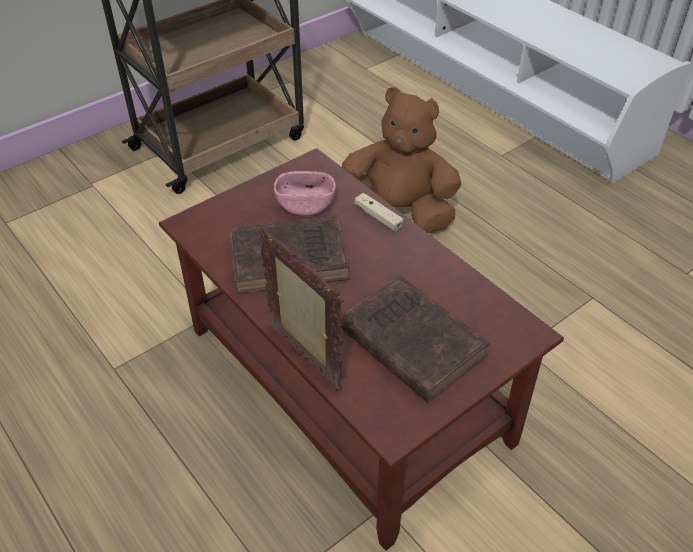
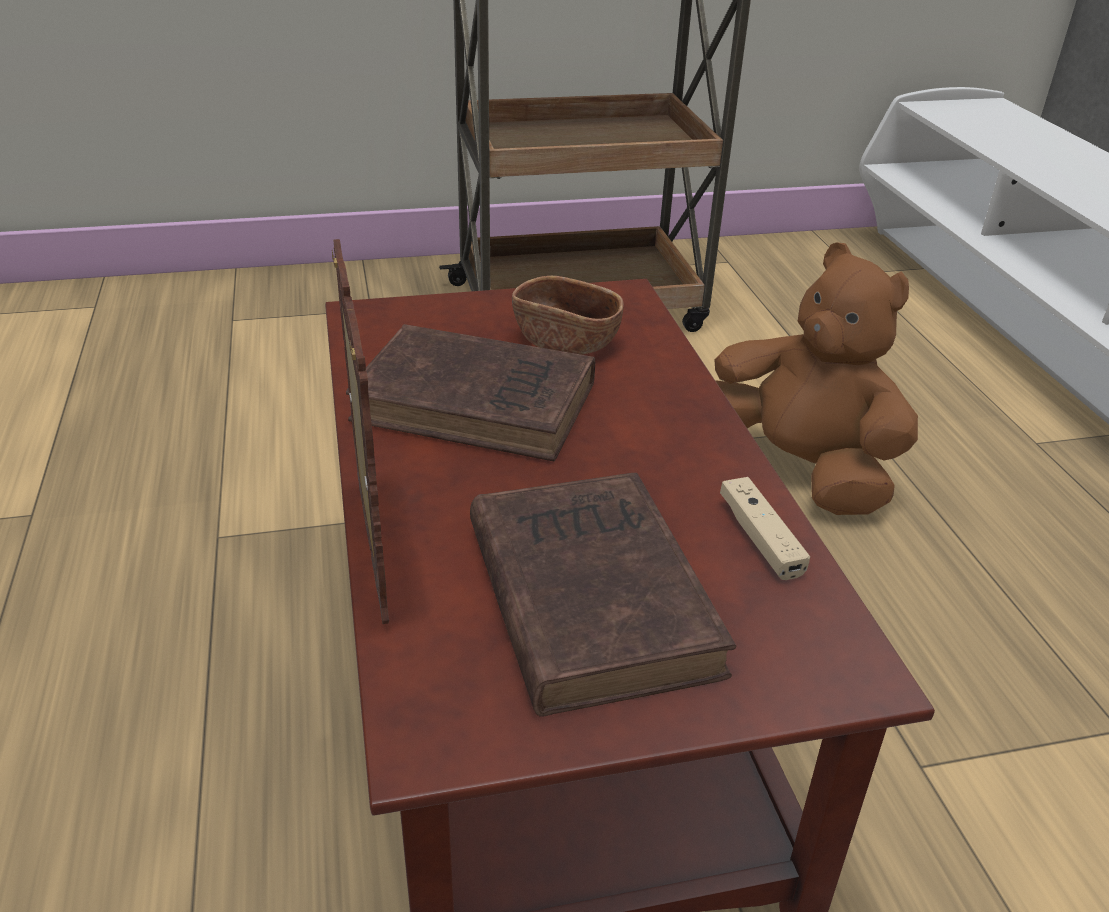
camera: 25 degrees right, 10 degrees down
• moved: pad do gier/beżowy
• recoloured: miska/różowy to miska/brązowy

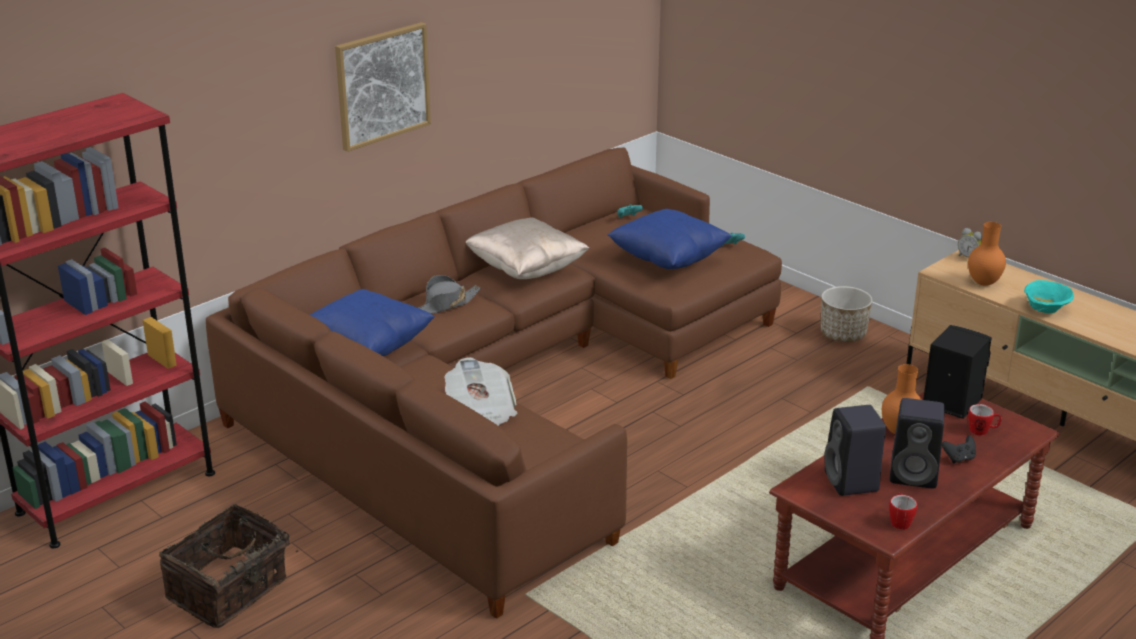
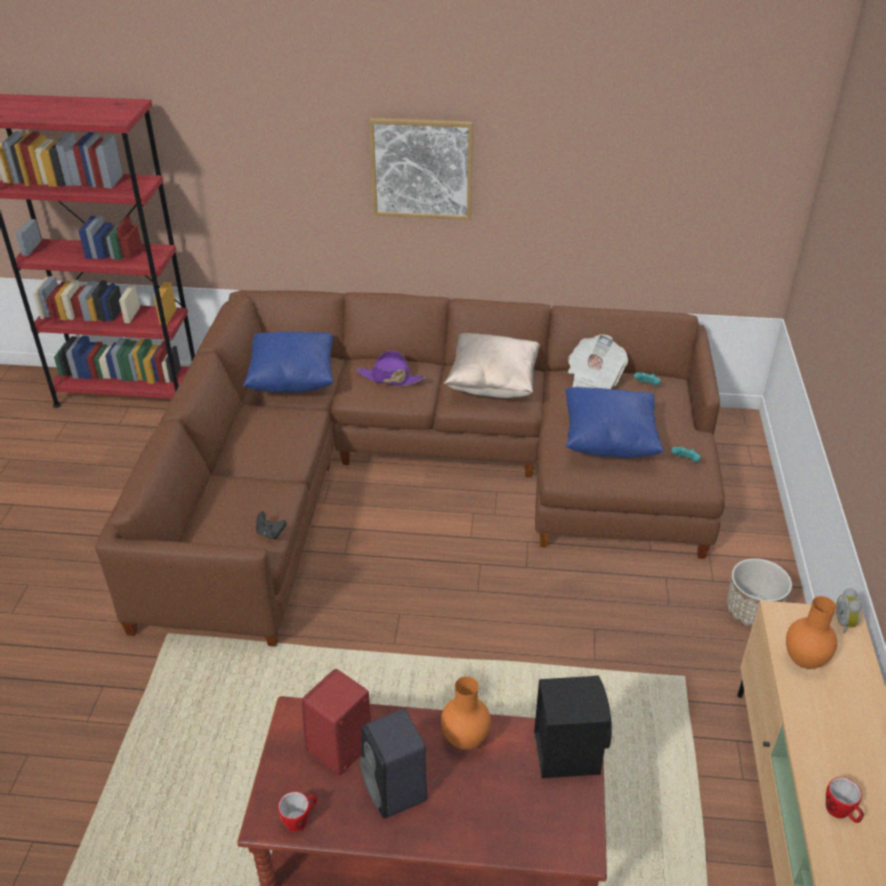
camera: 50 degrees right, 10 degrees up
• removed: koszyk
• removed: miska/turkusowy
• moved: gazeta
• moved: pad do gier/czarny
• moved: kubek (2nd from left)
• recoloured: kapelusz/szary to kapelusz/fioletowy
• recoloured: głośnik/czarny (1st from left) to głośnik/czerwony

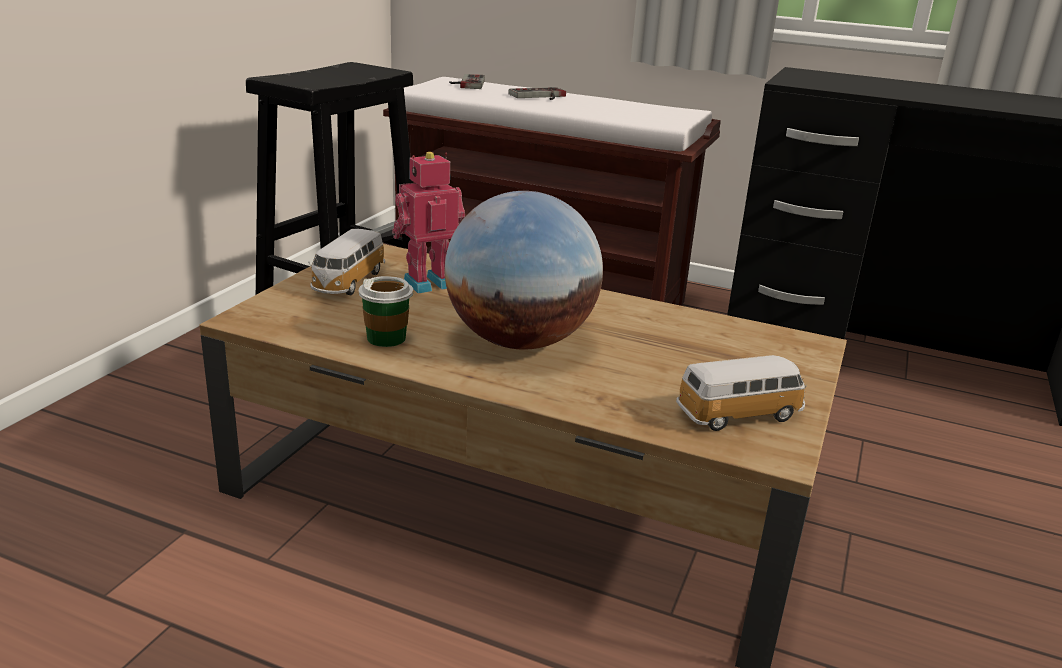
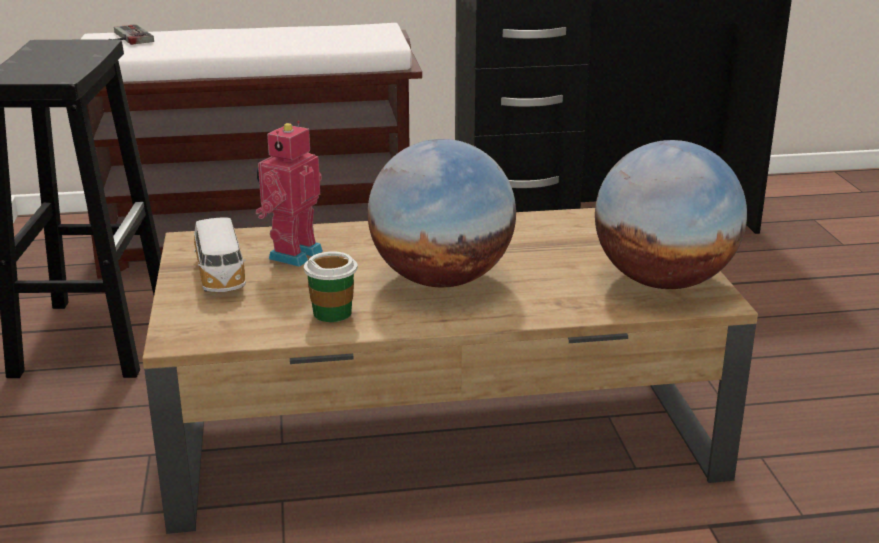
camera: 30 degrees left, 0 degrees up
• removed: pad do gier (2nd from left)
• replaced: samochodzik (2nd from left) to globus (2nd from left)

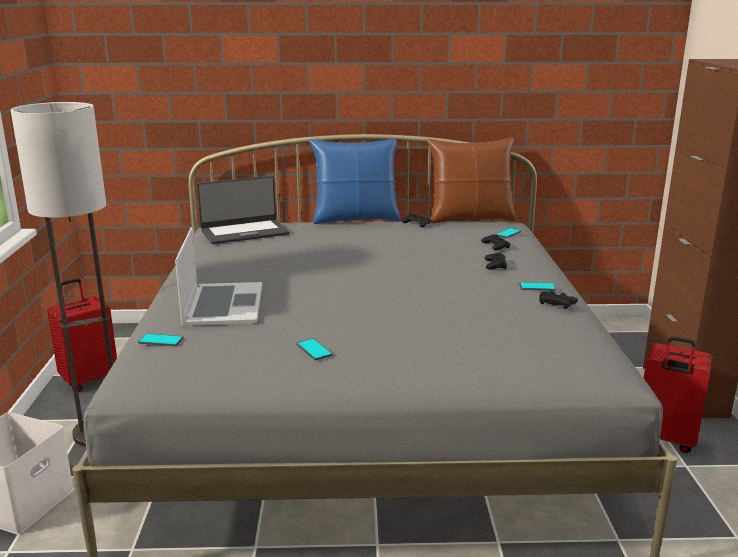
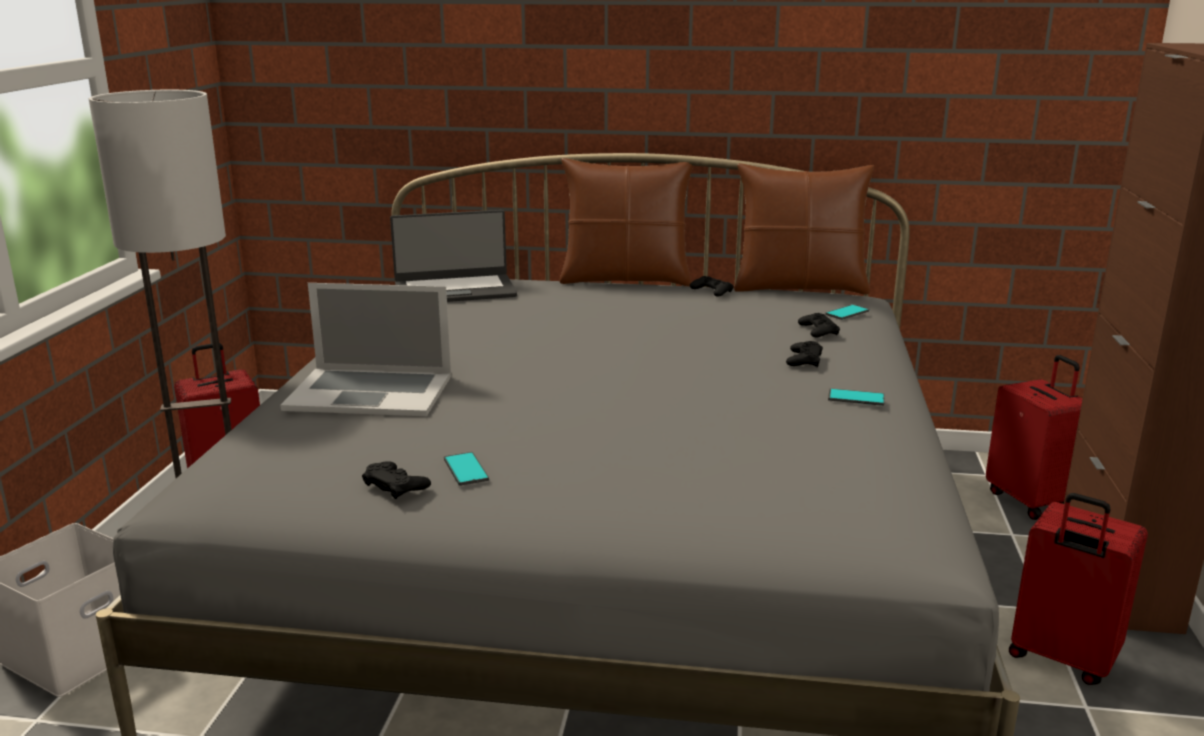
camera: 10 degrees right, 0 degrees up
• removed: telefon (1st from left)
• added: walizka/czerwony (2nd from left)
• moved: pad do gier/czarny (4th from left in the first image) to pad do gier/czarny (1st from left)
• recoloured: poduszka/niebieski to poduszka/brązowy (1st from left)
• turned: laptop (1st from left) 90 degrees clockwise

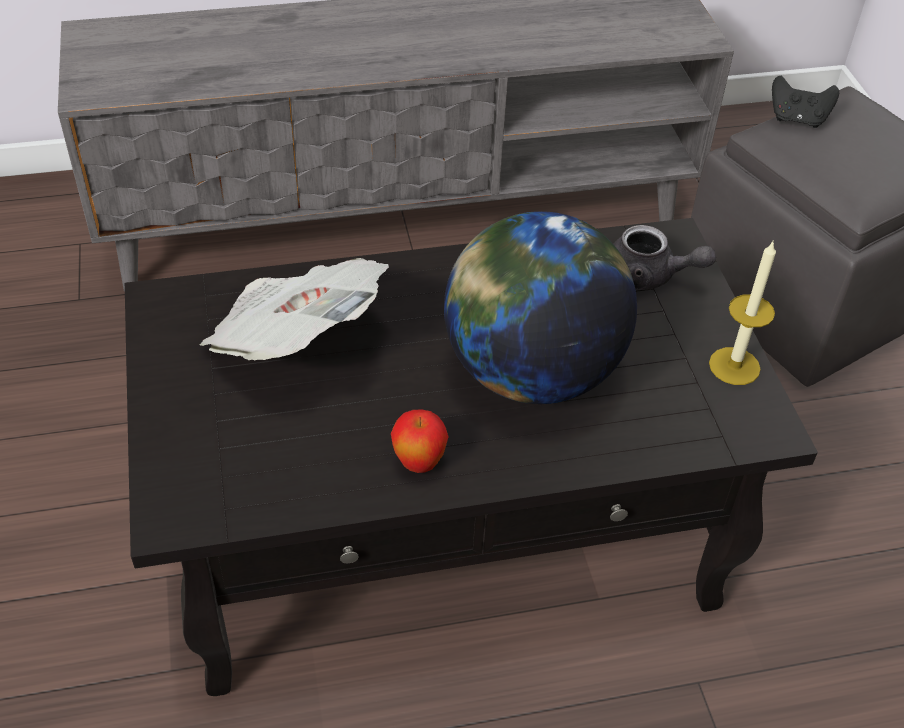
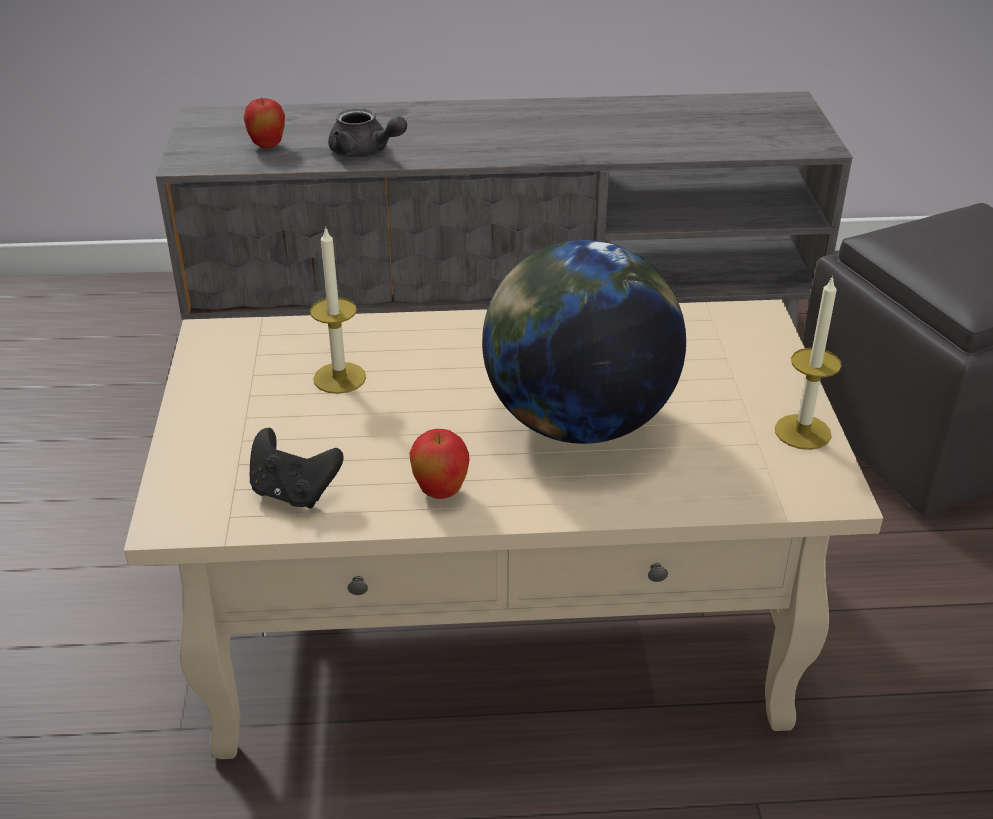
camera: 10 degrees right, 10 degrees down
• added: jabłko (1st from left)
• moved: imbryk/szary
• moved: pad do gier/czarny
• replaced: gazeta to świeca (1st from left)
• recoloured: ława/czarny to ława/beżowy

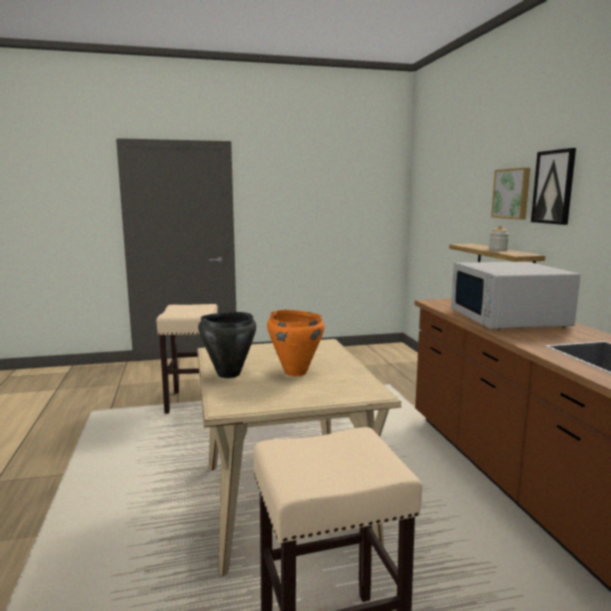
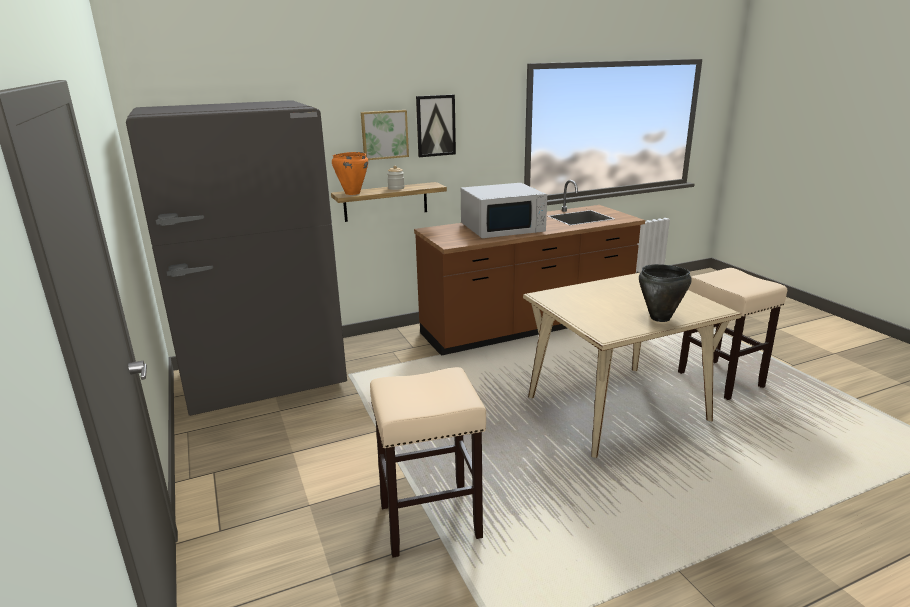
camera: 100 degrees left, 10 degrees up
• added: lodówka/szary
• moved: garnek/pomarańczowy

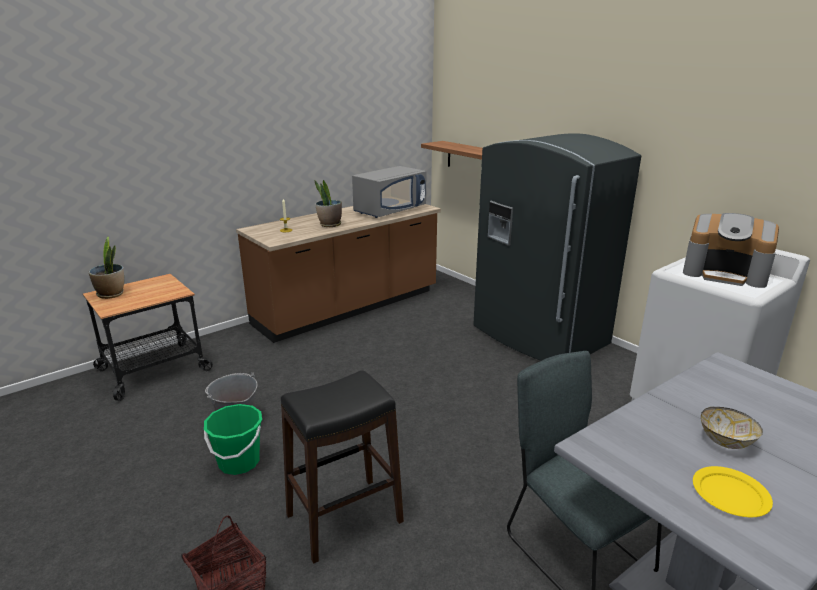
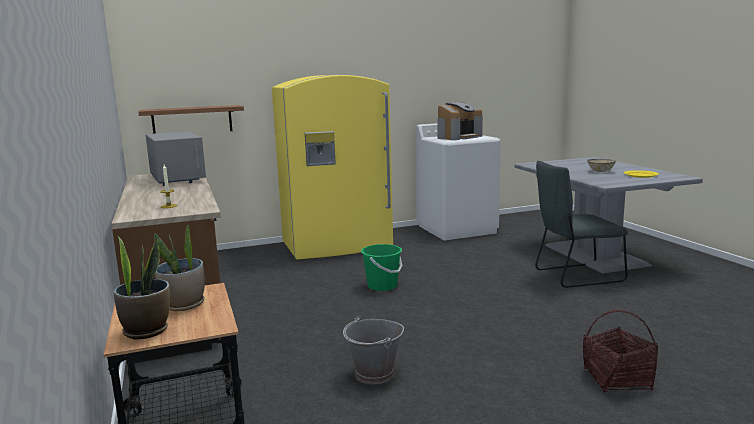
camera: 70 degrees left, 10 degrees down
• removed: stołek/czarny
• moved: wiadro/zielony
• moved: roślina doniczkowa (2nd from left)
• recoloured: lodówka/szary to lodówka/żółty

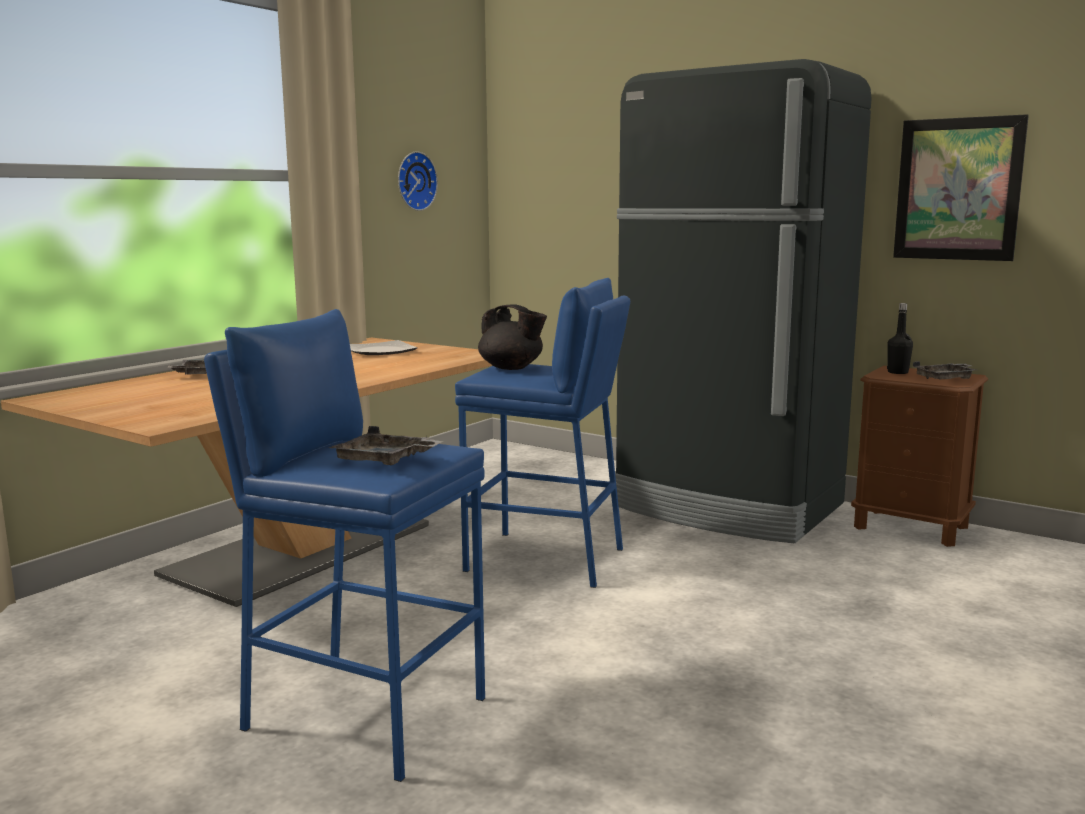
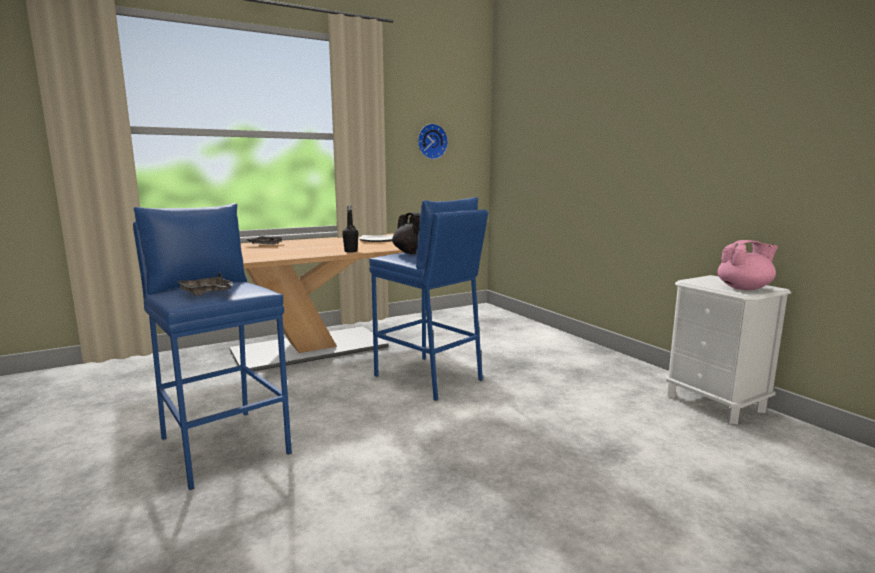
camera: 25 degrees right, 0 degrees up
• removed: lodówka/czarny
• removed: obraz
• moved: butelka/czarny
• replaced: taca/szary (3rd from left) to imbryk/różowy
• recoloured: szafka nocna/brązowy to szafka nocna/biały

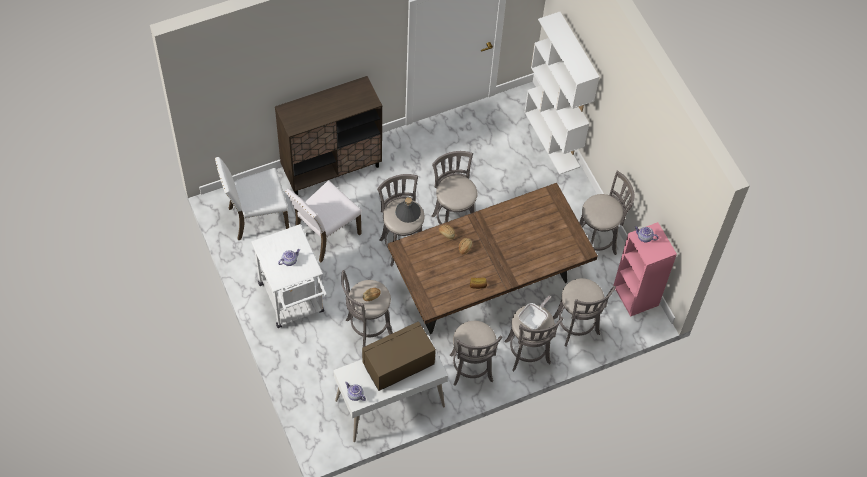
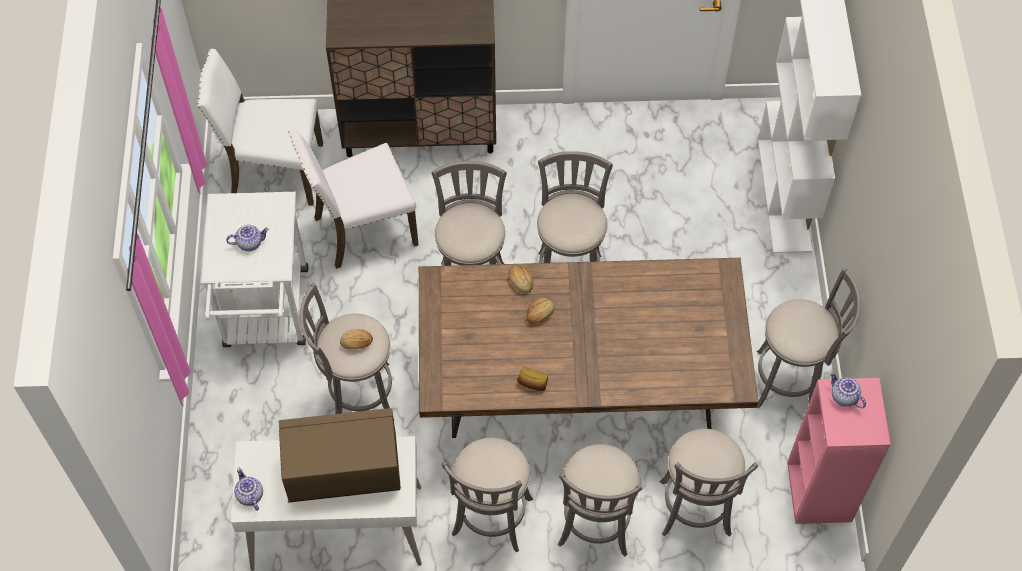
camera: 25 degrees right, 0 degrees up
• removed: butelka/szary
• removed: patelnia

